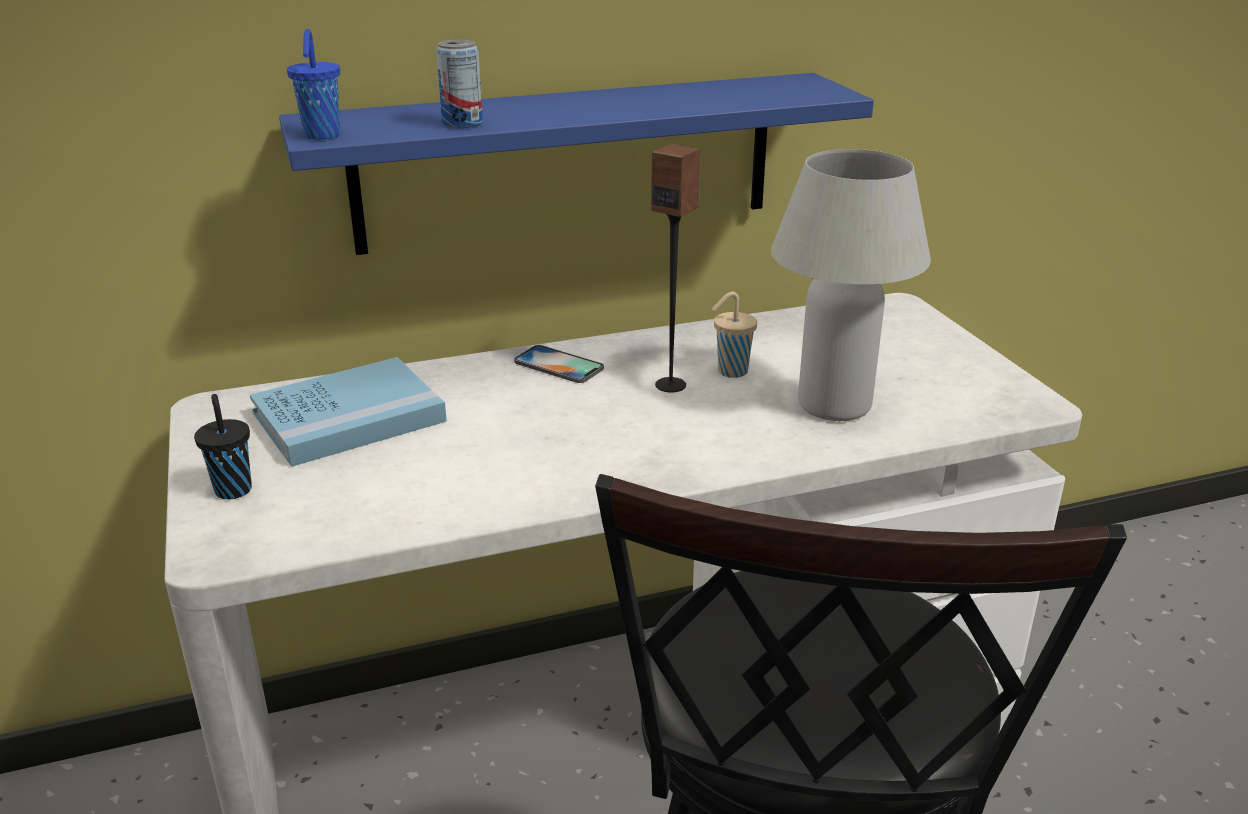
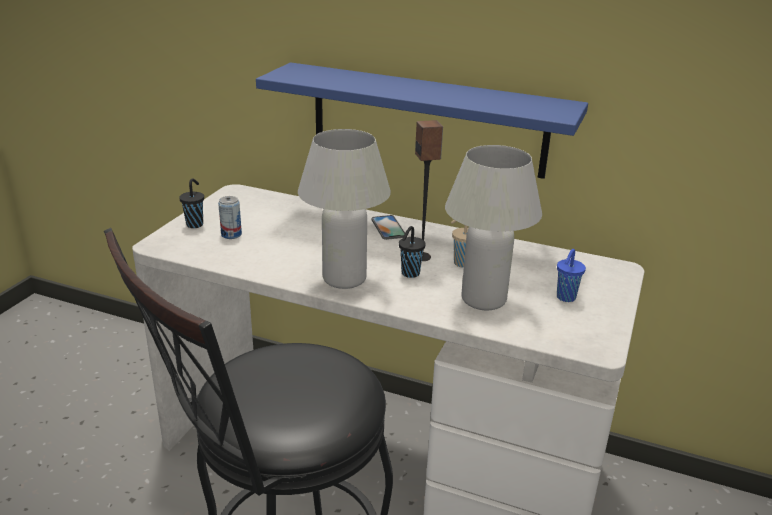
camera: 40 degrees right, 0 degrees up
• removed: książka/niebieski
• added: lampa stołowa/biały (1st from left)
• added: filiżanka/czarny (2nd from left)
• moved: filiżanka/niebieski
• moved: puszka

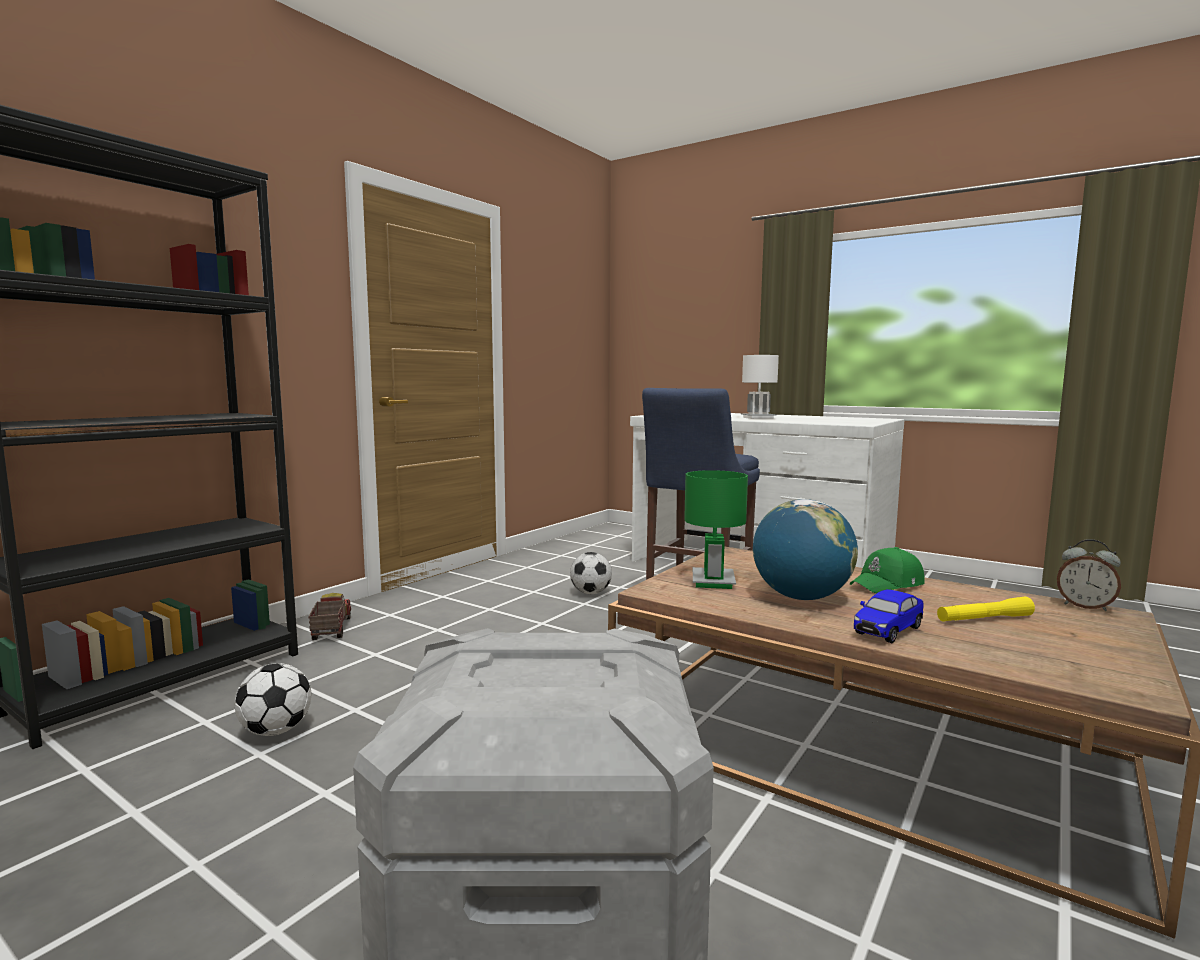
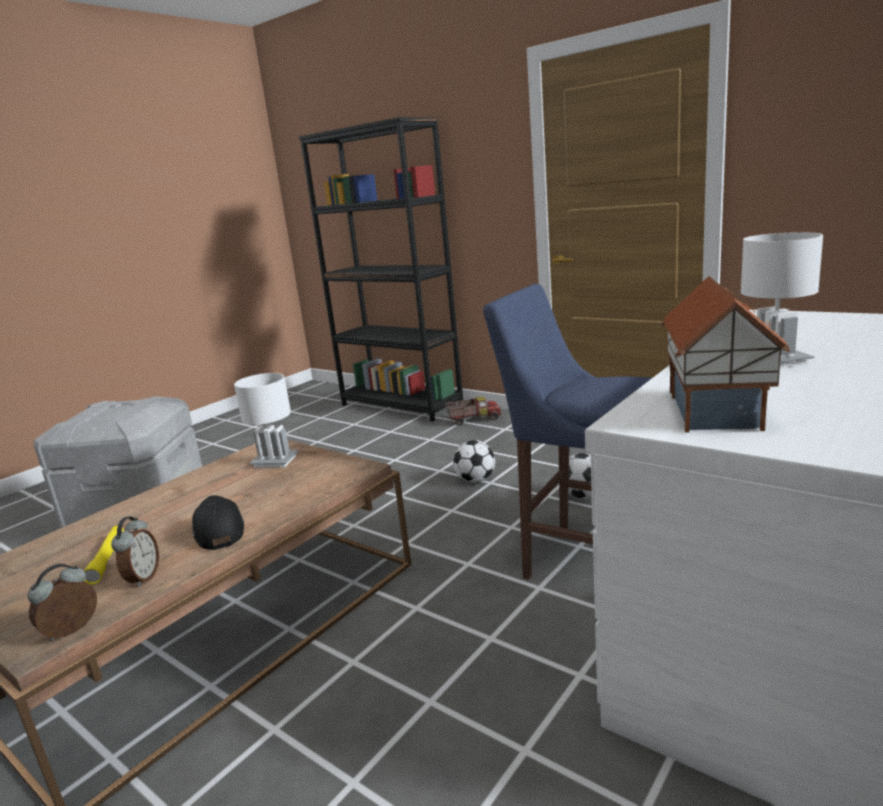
camera: 95 degrees right, 10 degrees up
• removed: globus
• removed: samochodzik
• added: budzik (2nd from left)
• added: domek
• moved: piłka futbolowa (1st from left)
• recoloured: lampa stołowa/zielony to lampa stołowa/biały (1st from left)
• recoloured: czapka z daszkiem/zielony to czapka z daszkiem/czarny

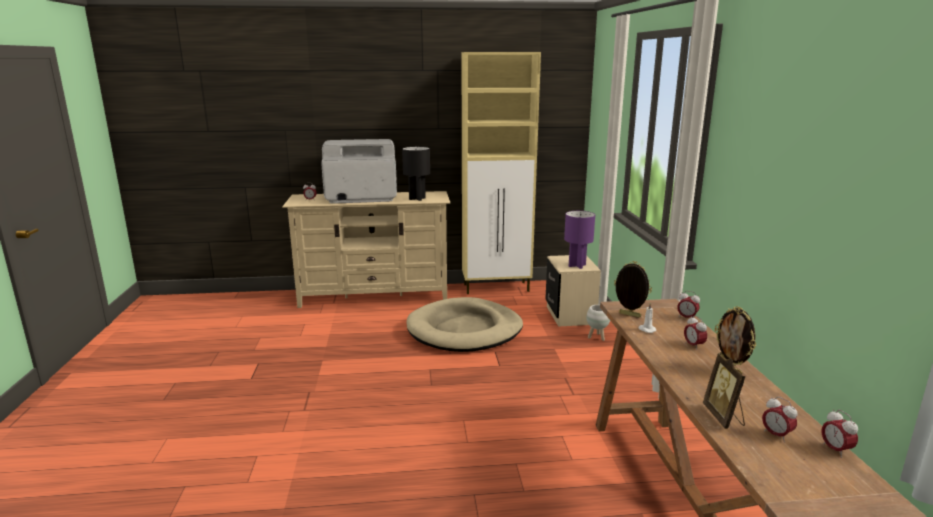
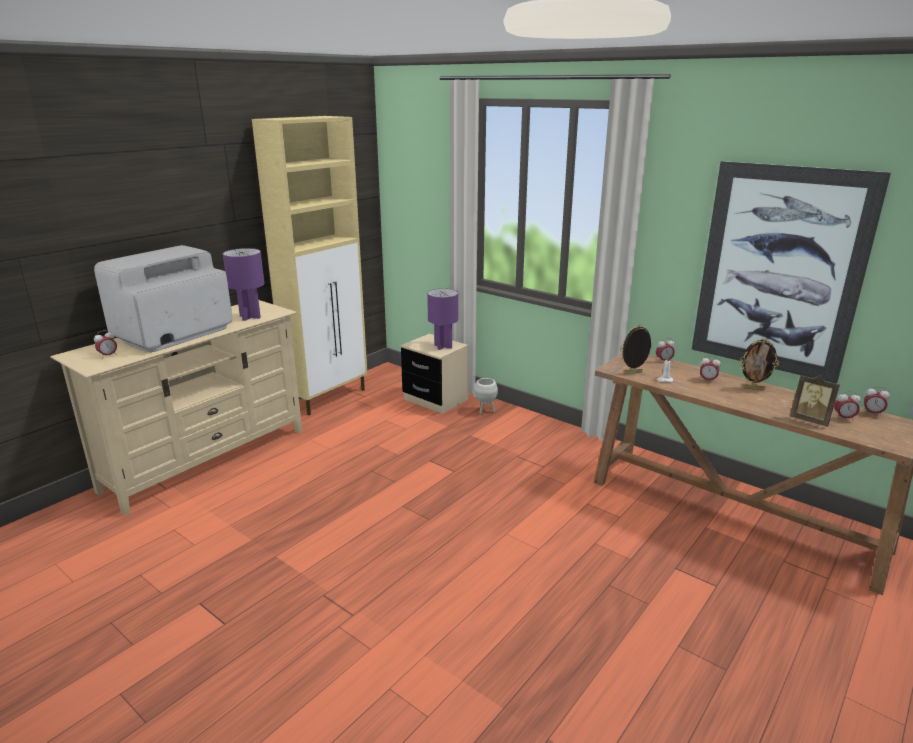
camera: 45 degrees left, 5 degrees up
• removed: legowisko/beżowy
• added: obraz
• recoloured: lampa stołowa/czarny to lampa stołowa/fioletowy (1st from left)

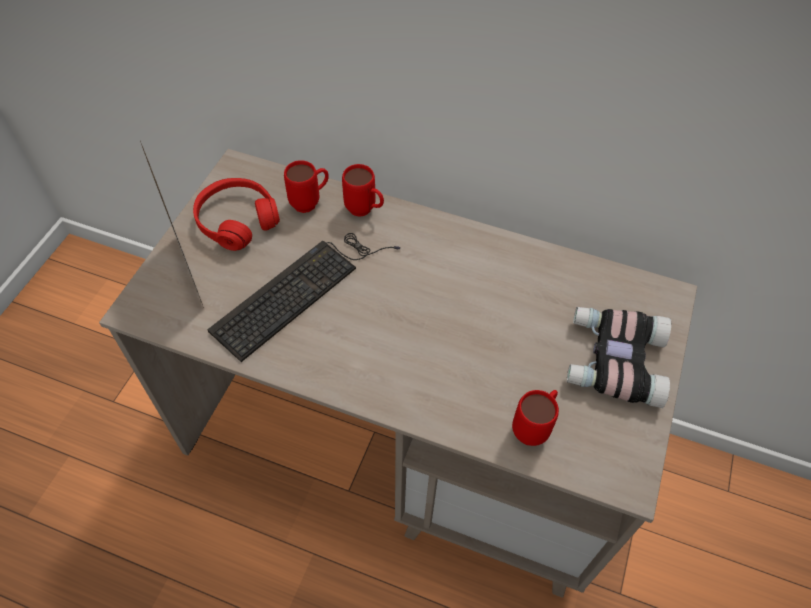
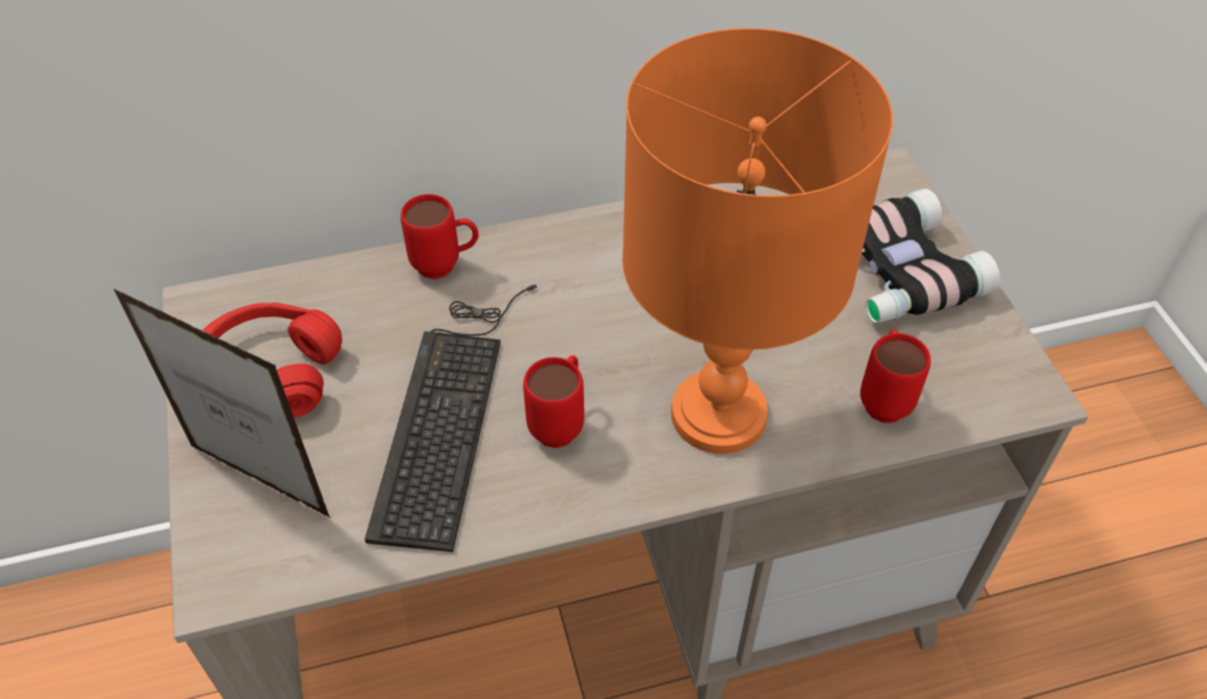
camera: 35 degrees left, 5 degrees down
• added: lampa stołowa/pomarańczowy
• moved: kubek/czerwony (1st from left in the first image) to kubek/czerwony (2nd from left)

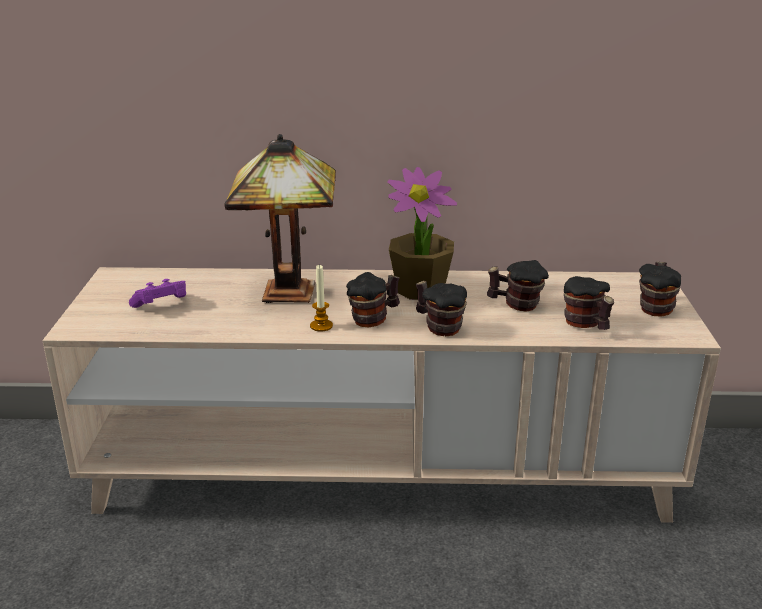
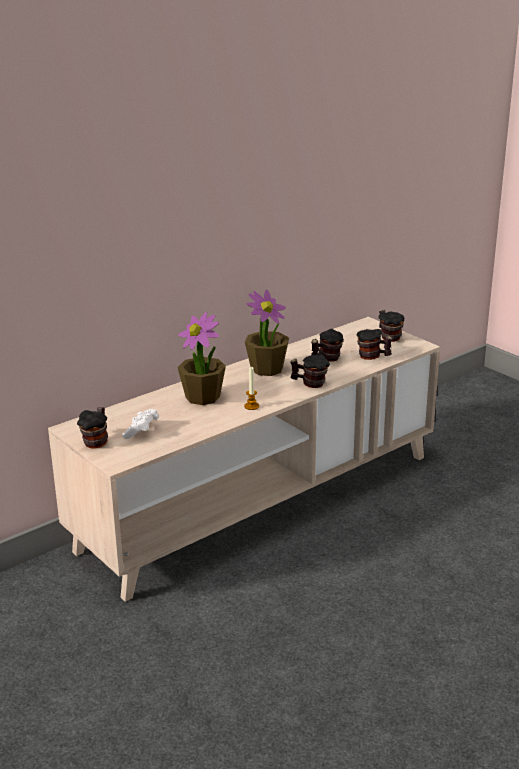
camera: 40 degrees left, 0 degrees up
• moved: kubek (1st from left)
• replaced: lampa stołowa to roślina doniczkowa (1st from left)
• recoloured: pad do gier/fioletowy to pad do gier/biały

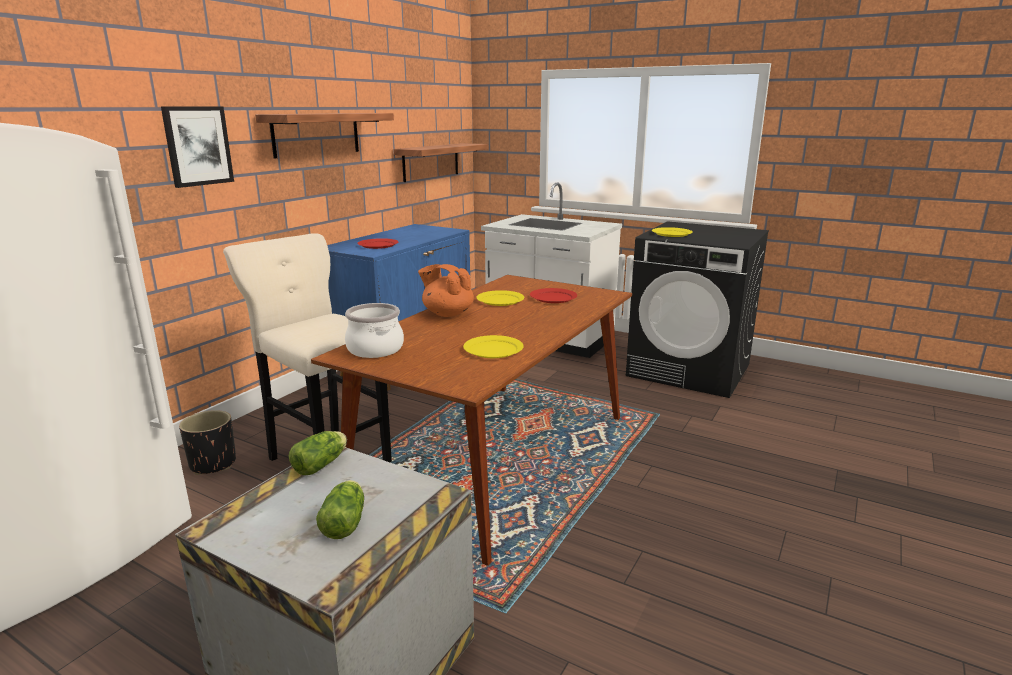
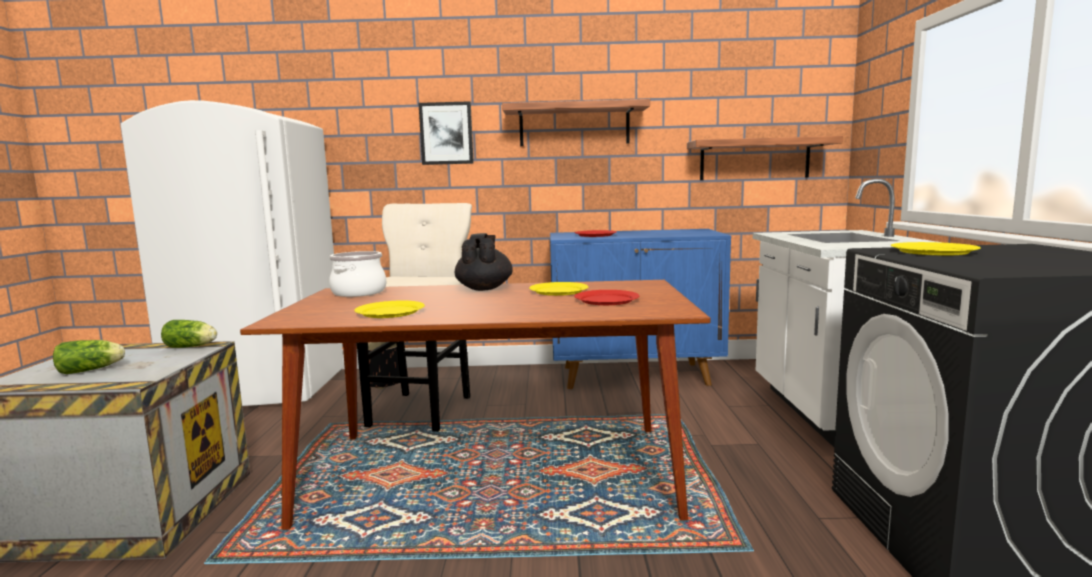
camera: 60 degrees right, 10 degrees down
• recoloured: imbryk/pomarańczowy to imbryk/czarny

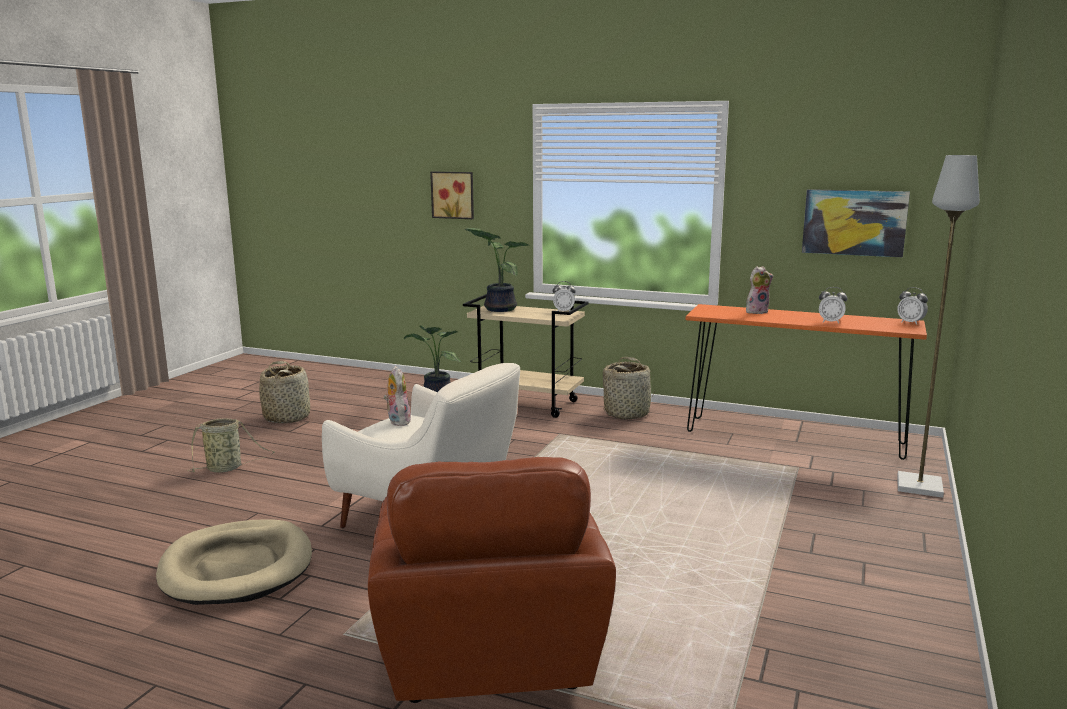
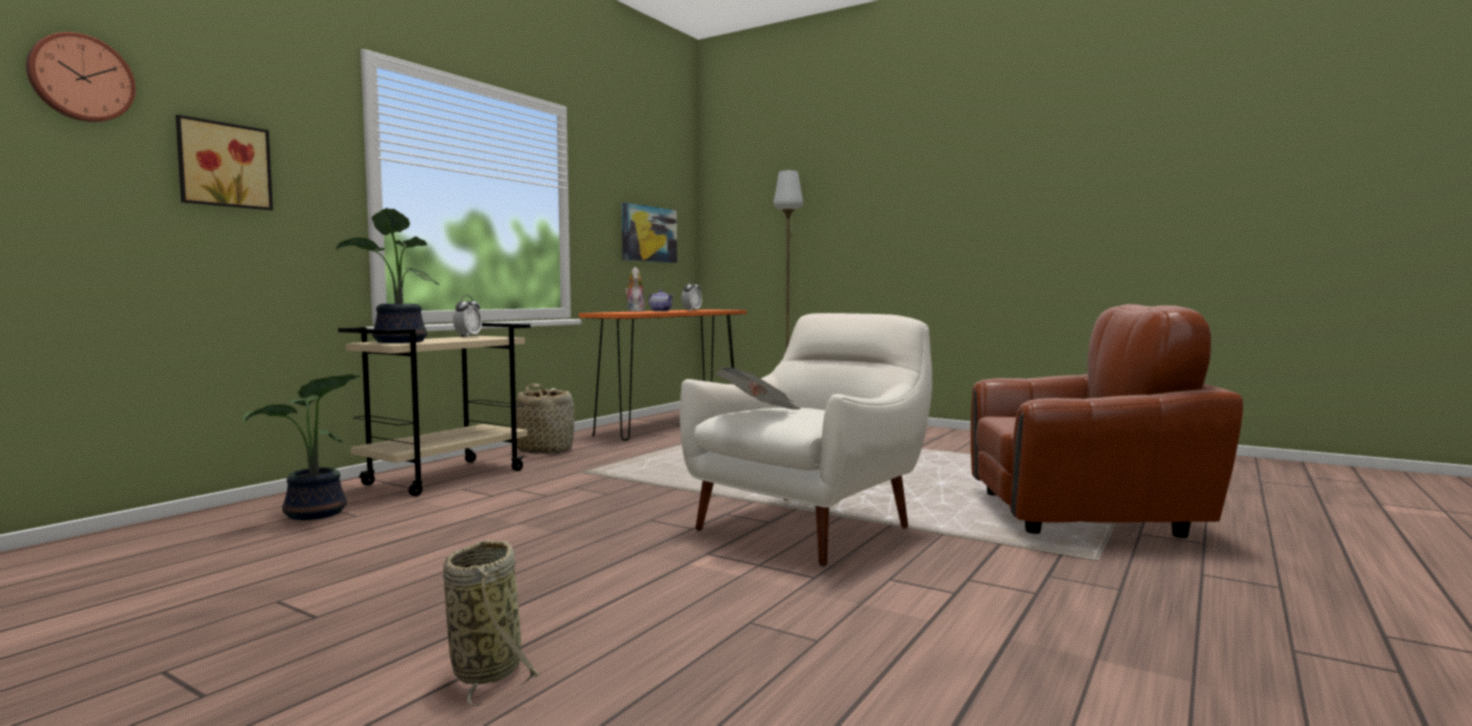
camera: 80 degrees left, 10 degrees down
• removed: legowisko/beżowy
• removed: koszyk (2nd from left)
• removed: budzik (3rd from left)
• added: zegar ścienny
• added: imbryk
• replaced: pluszak (1st from left) to gazeta

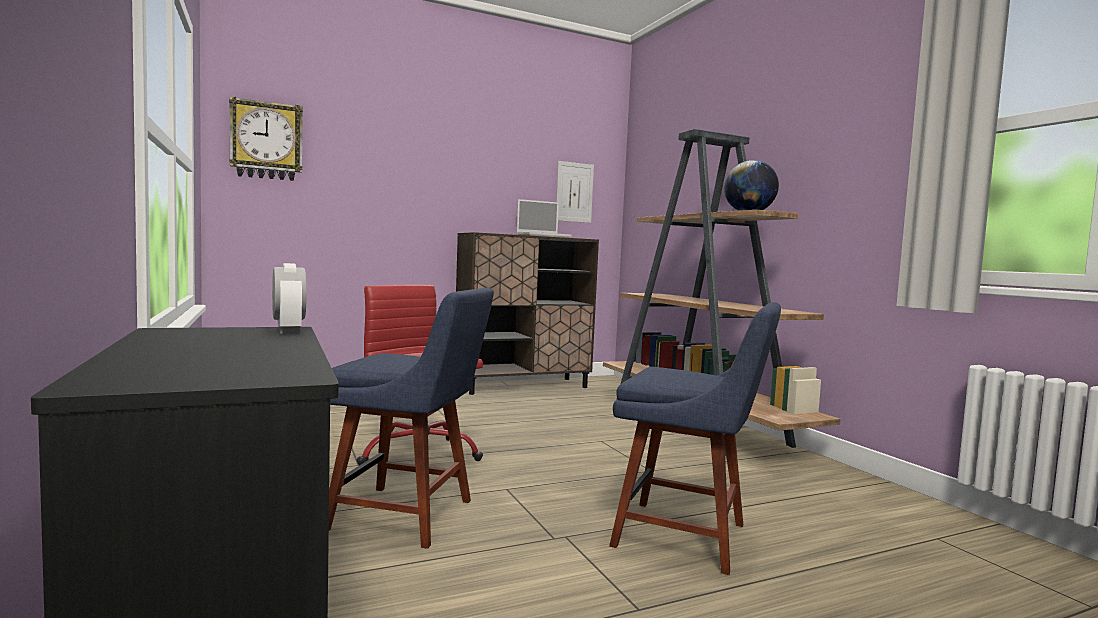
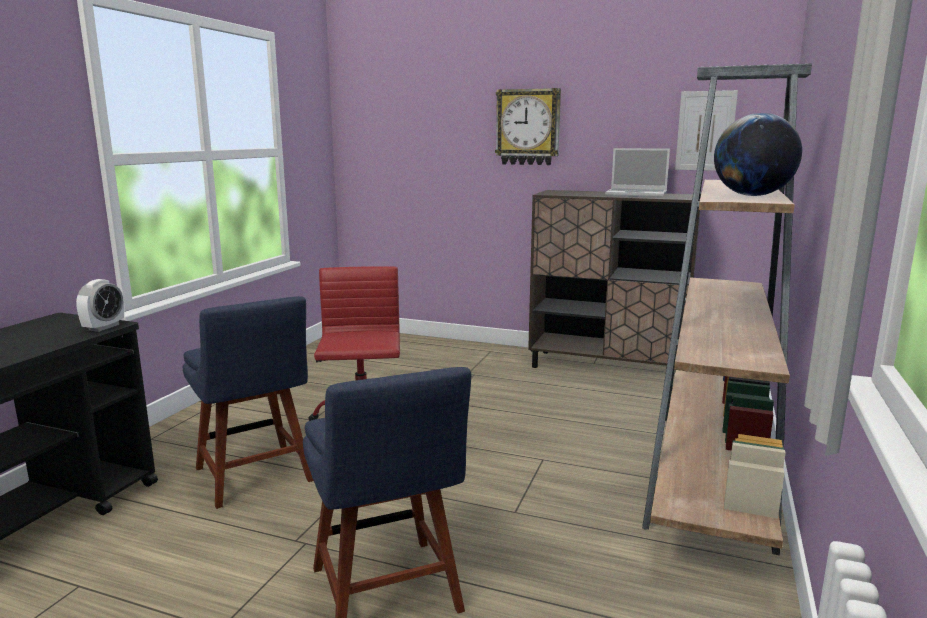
camera: 45 degrees right, 10 degrees up
• moved: zegar ścienny

